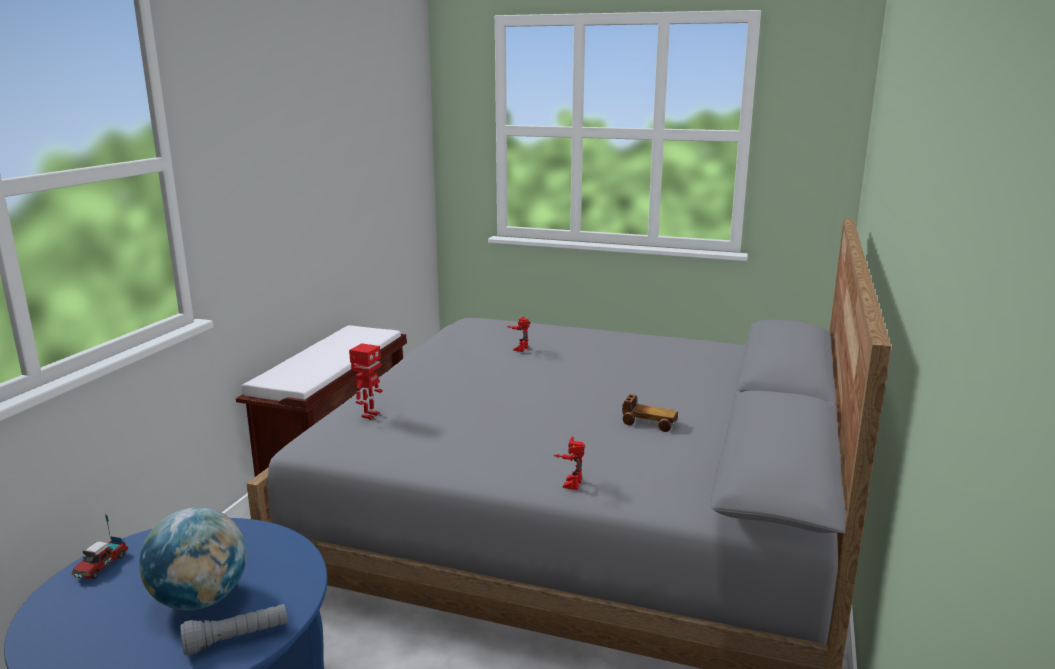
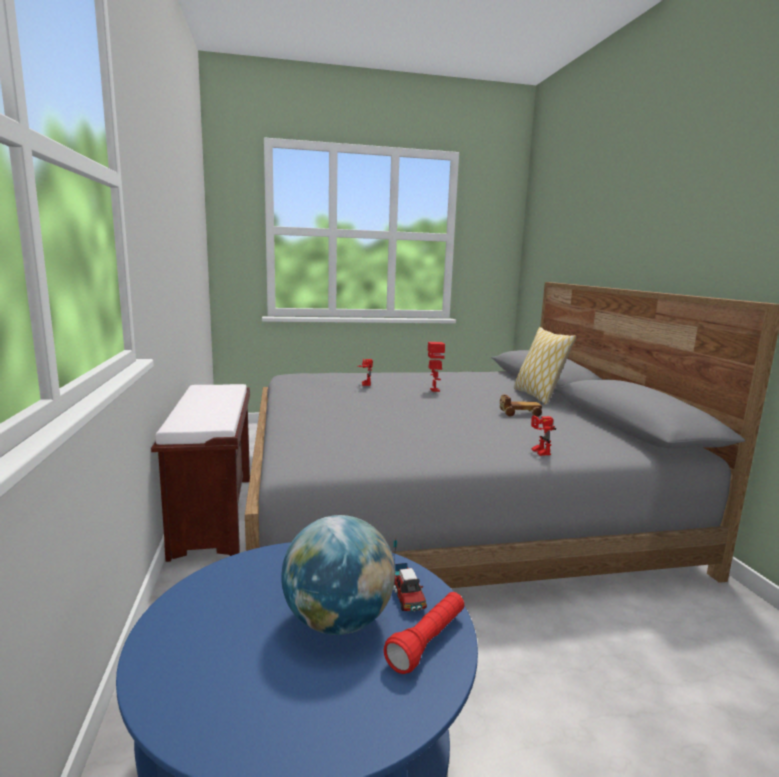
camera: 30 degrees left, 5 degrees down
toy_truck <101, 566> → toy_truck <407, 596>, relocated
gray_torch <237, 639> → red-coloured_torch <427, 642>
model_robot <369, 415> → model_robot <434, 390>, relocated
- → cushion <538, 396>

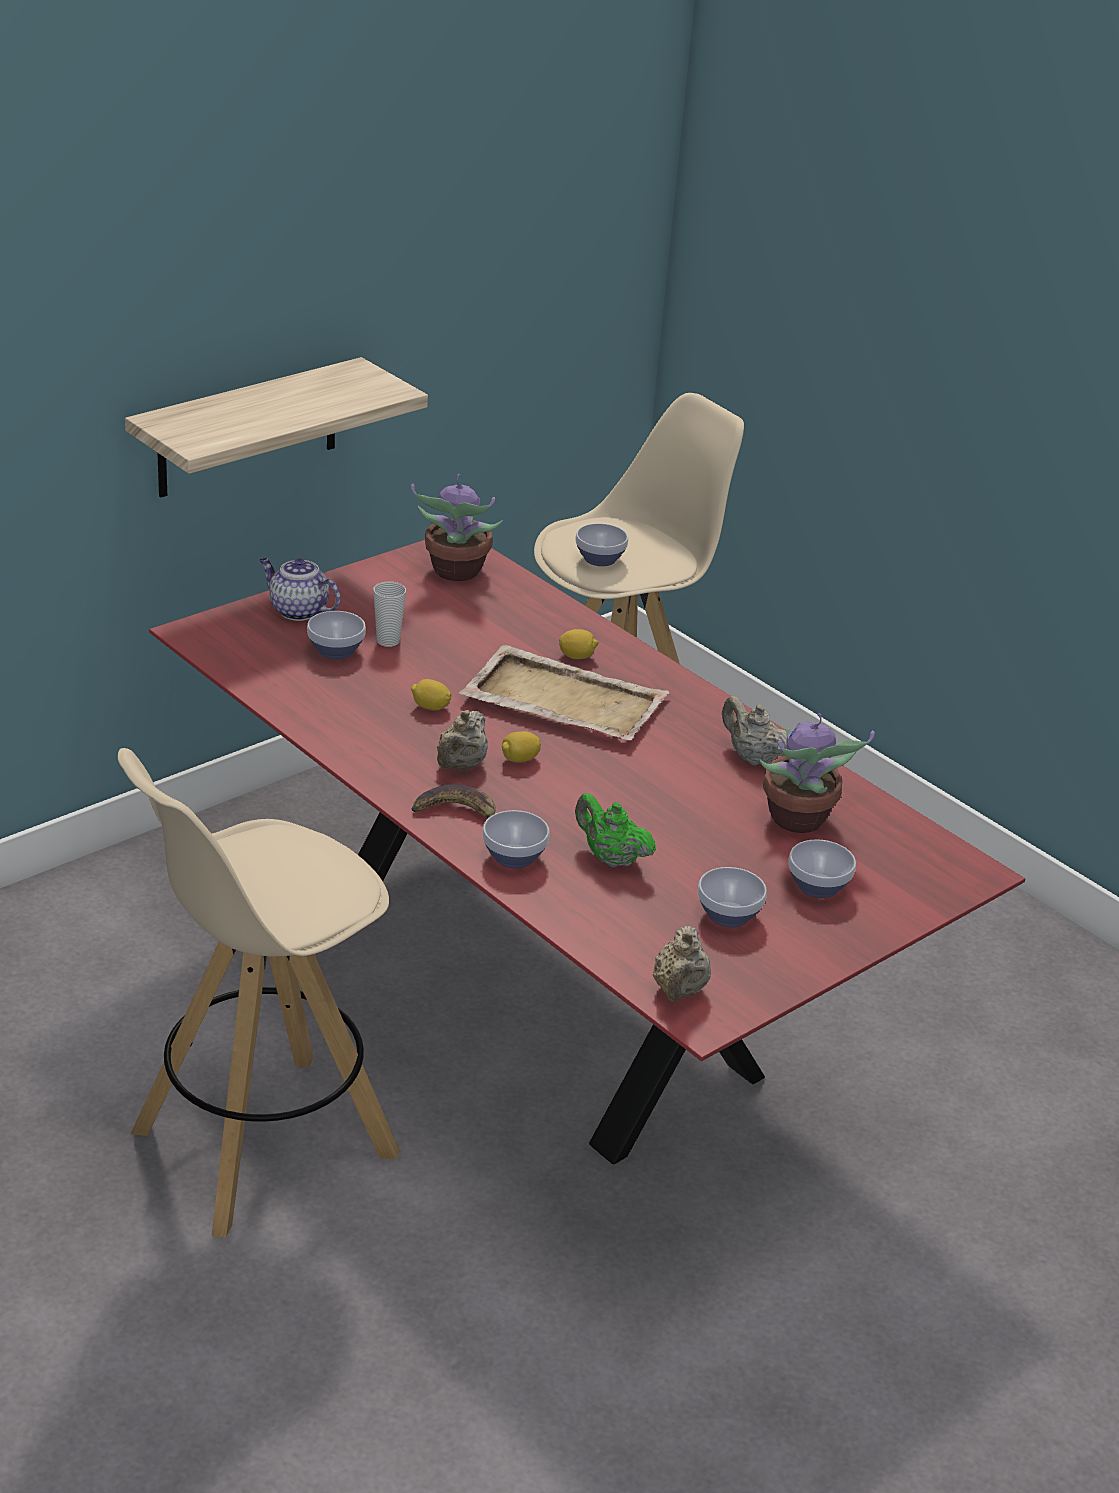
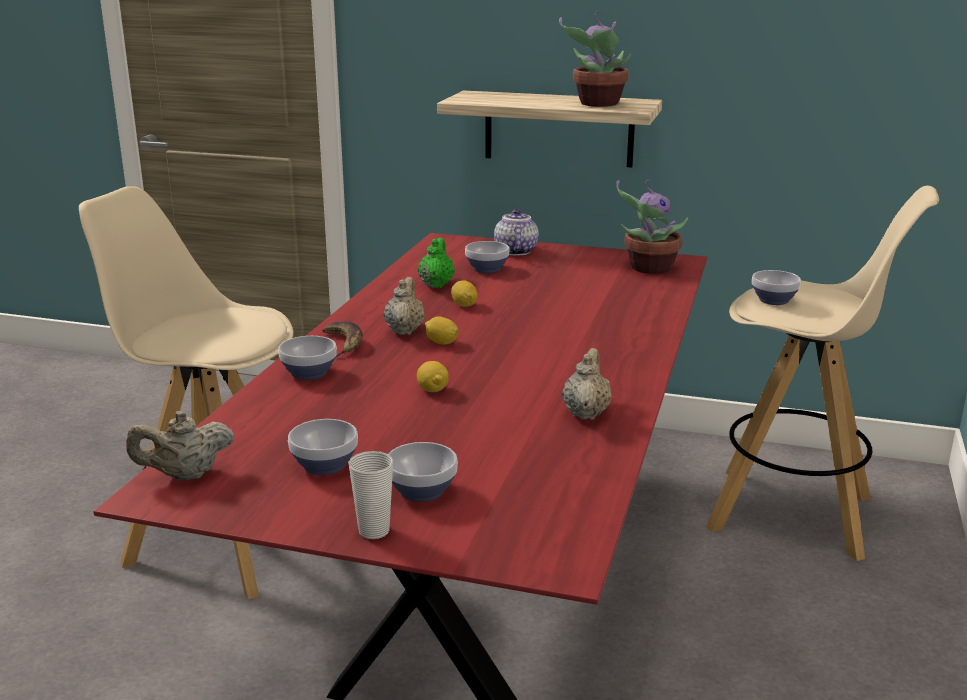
camera: 60 degrees right, 10 degrees down
small_cup <388, 641> → small_cup <374, 531>, relocated
beige-coloured_teapot <460, 766> → beige-coloured_teapot <405, 330>, 105 degrees clockwise
beige-coloured_tray <562, 700> → -
whole_lemon <577, 656> → whole_lemon <432, 390>, relocated
green_teapot <610, 858> → green_teapot <436, 284>, relocated
potted_plant <798, 820> → potted_plant <597, 104>, relocated

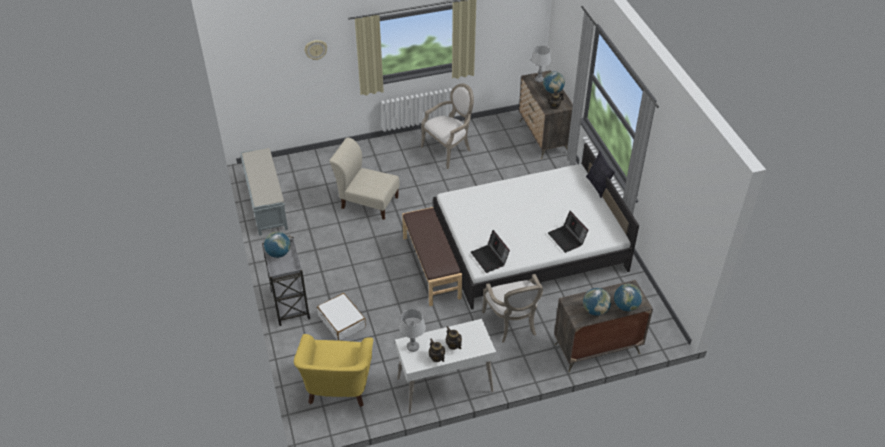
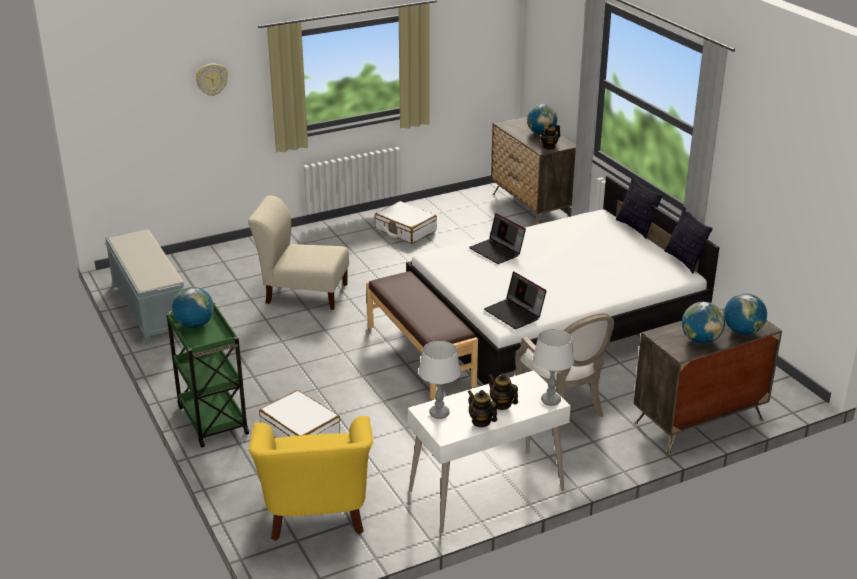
camera: 10 degrees left, 15 degrees down
gray_cart <290, 303> → green_cart <212, 419>
armchair <449, 150> → white-coloured_piece_of_luggage <405, 230>
gray_table_lamp <539, 80> → gray_table_lamp <551, 400>, relocated
laptop <567, 239> → laptop <497, 251>, relocated
- → cushion <684, 261>

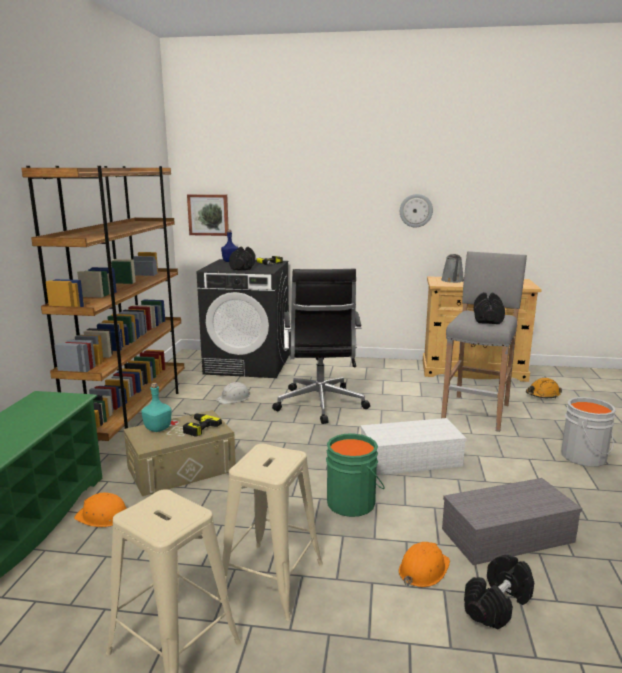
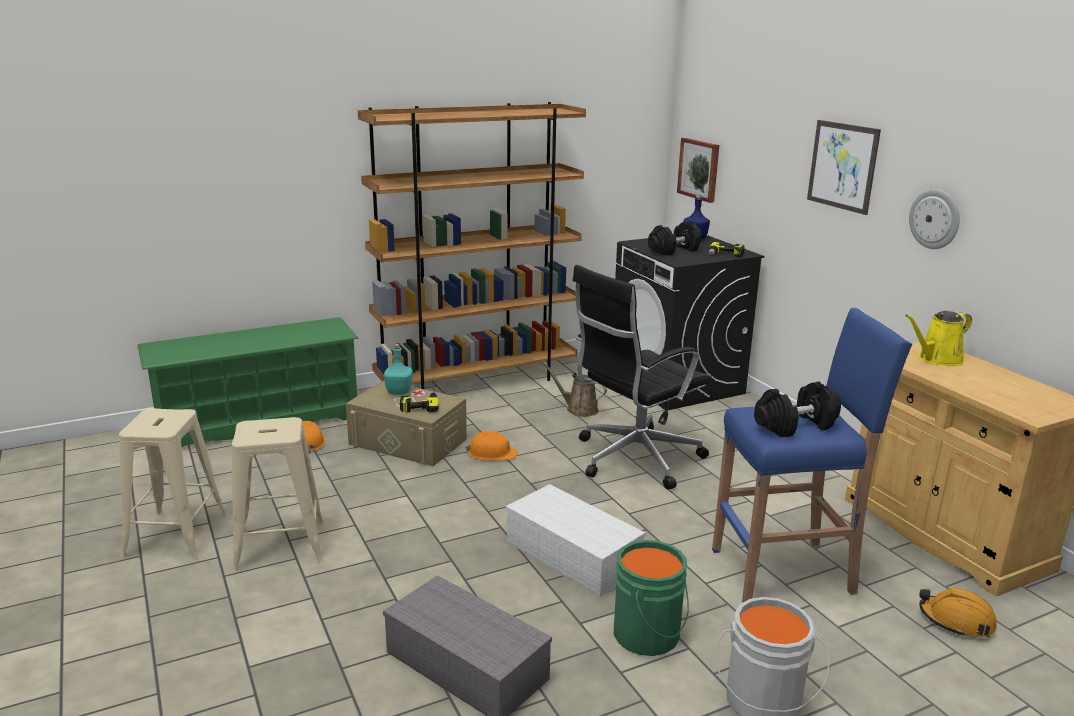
camera: 55 degrees right, 5 degrees up
white-coloured_work_helmet <234, 398> → brownish_sprinkling_can <579, 409>
green_pail <353, 502> → green_pail <649, 635>, relocated
orange-coloured_work_helmet <423, 569> → orange-coloured_work_helmet <492, 453>, relocated
gray_sitting_stool <476, 411> → blue-coloured_sitting_stool <785, 571>
gray_sprinkling_can <453, 281> → yellow-coloured_sprinkling_can <937, 359>
black-coloured_free_weight <497, 604> → -
- → picture <842, 166>

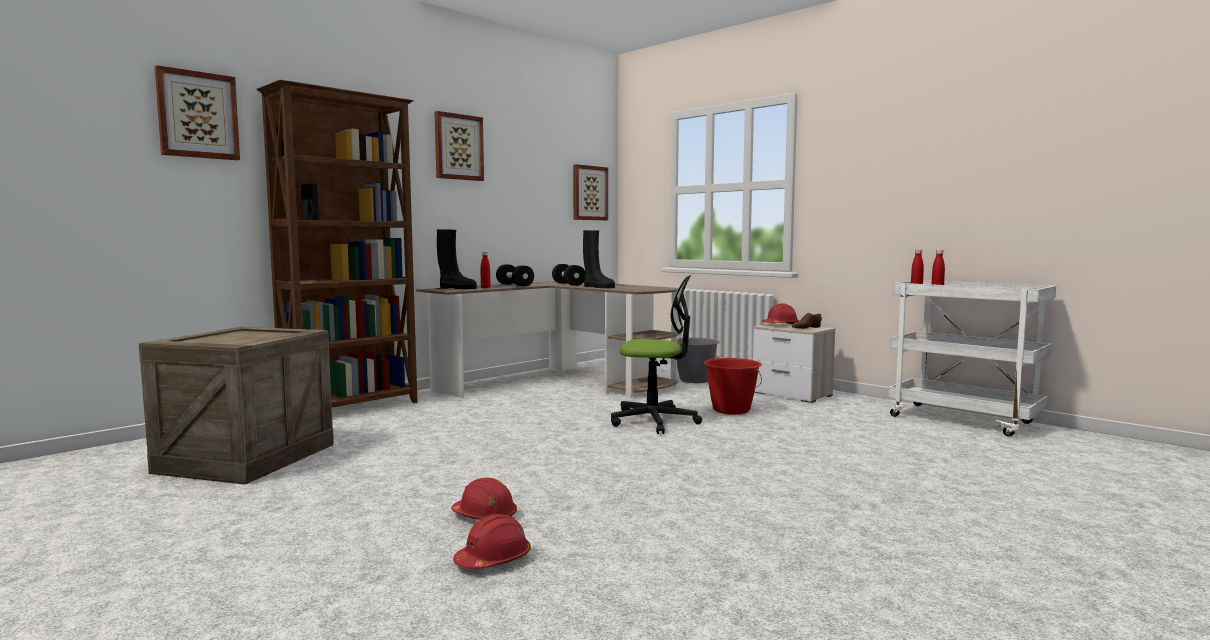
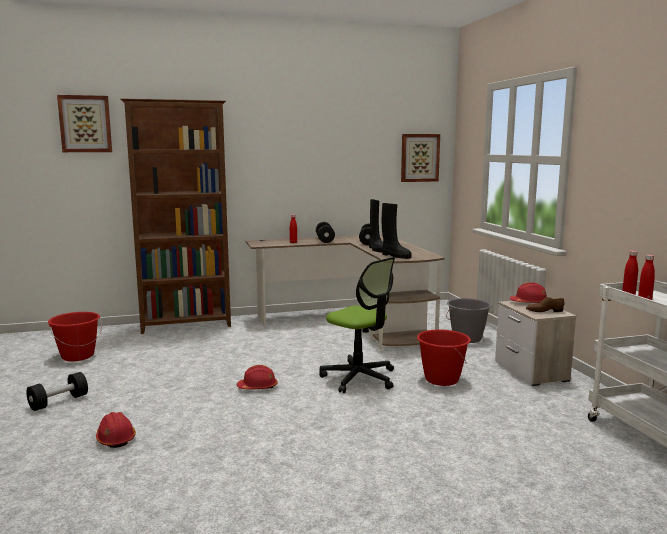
camera: 30 degrees right, 5 degrees up
shipping_crate <247, 458> → red-coloured_pail <77, 356>
picture <458, 147> → -
black-coloured_tall_boot <456, 288> → black-coloured_tall_boot <395, 256>, relocated
red-coloured_work_helmet <493, 560> → red-coloured_work_helmet <258, 387>, relocated
- → black-coloured_free_weight <59, 402>

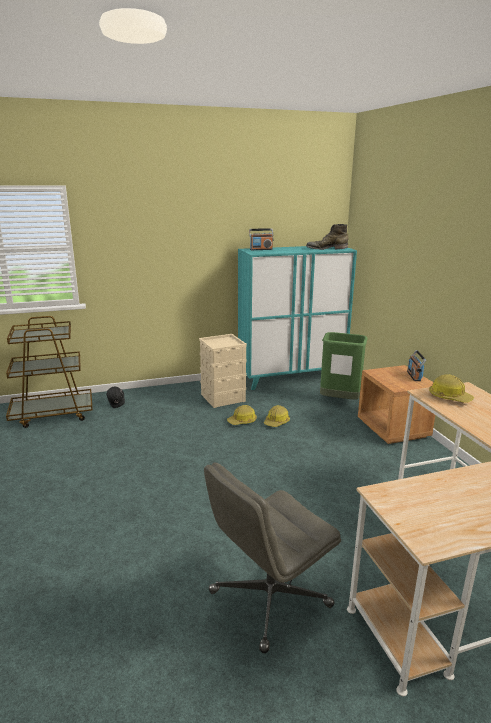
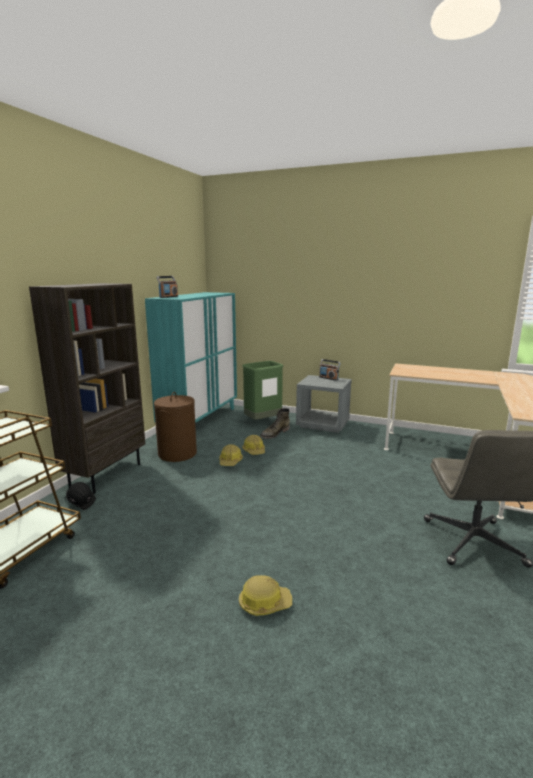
camera: 50 degrees left, 5 degrees down
beige-coloured_storage_bin <223, 397> → brownish_laundry_basket <177, 453>
green_tall_boot <326, 248> → green_tall_boot <274, 433>, relocated
brownish_night_table <393, 429> → gray_night_table <323, 424>
work_helmet <449, 397> → work_helmet <264, 603>, relocated
- → brownish_bookshelf <106, 474>

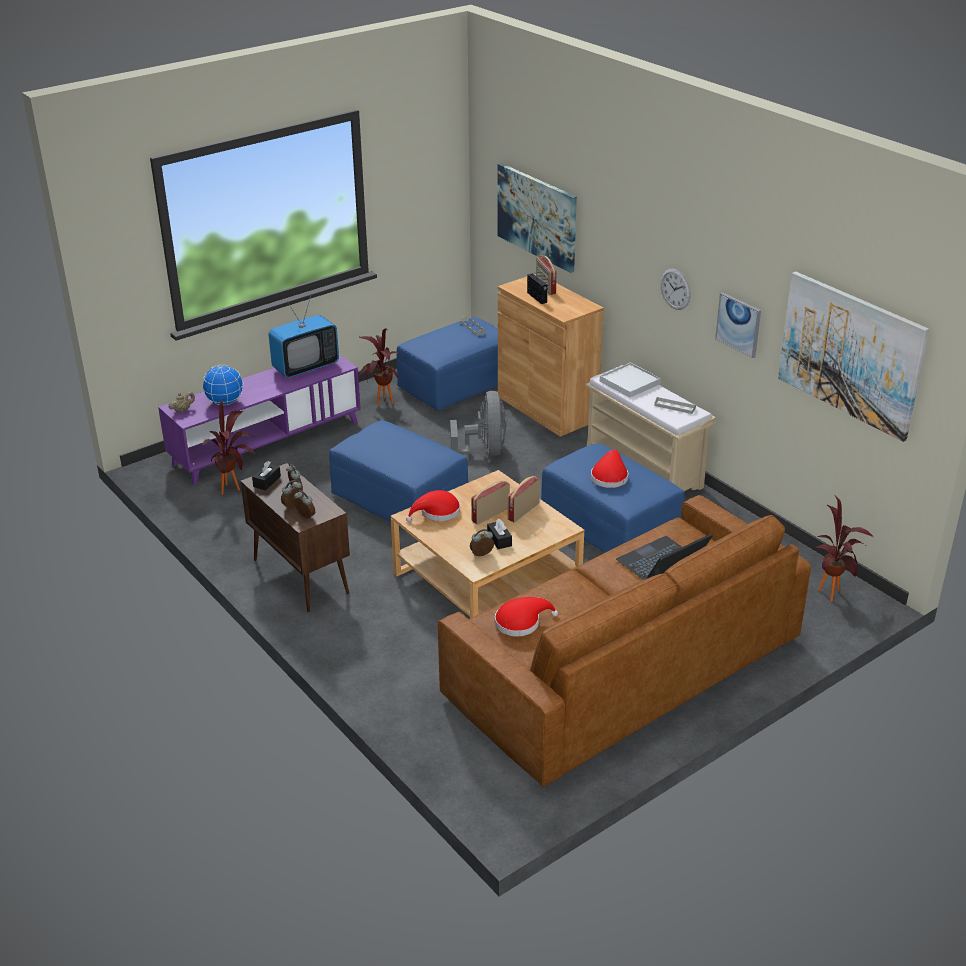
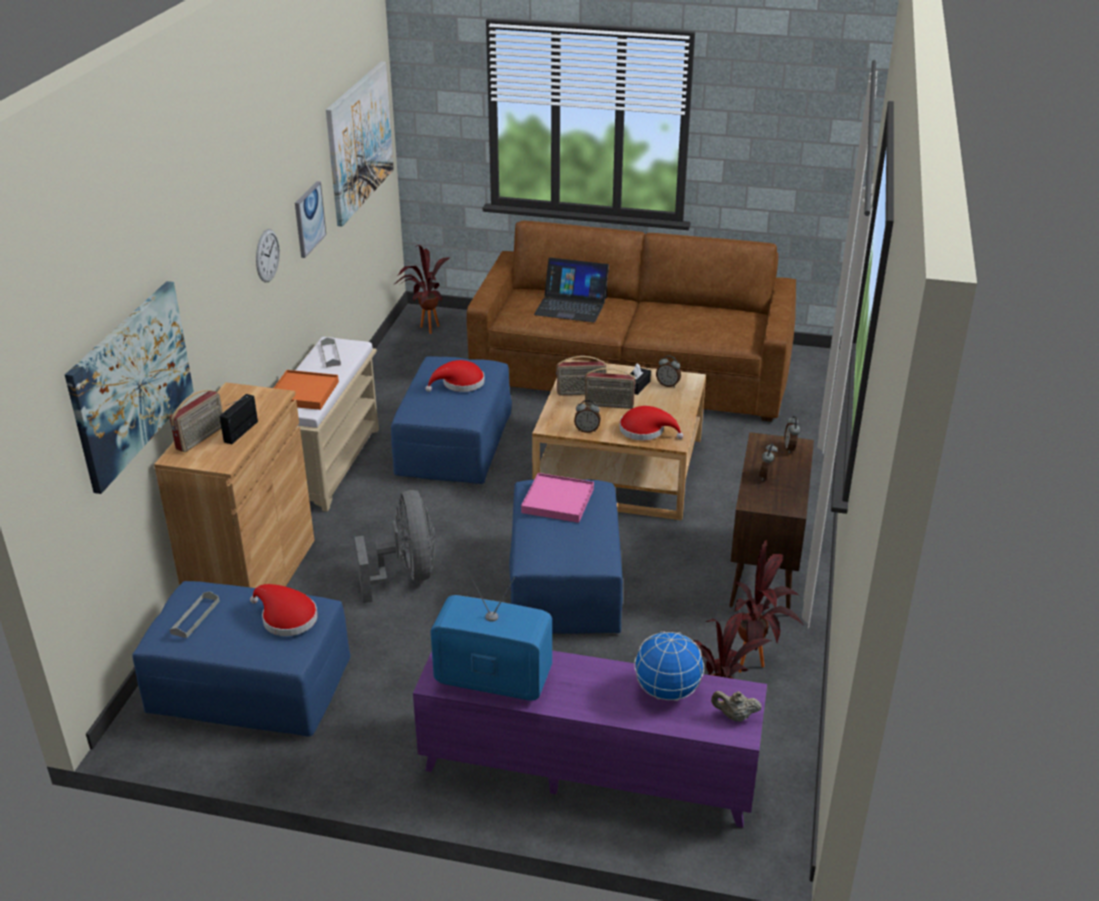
camera: 130 degrees left, 0 degrees up
black-coloured_box_of_tissues <267, 481> → -
table_clock <293, 506> → table_clock <587, 430>, relocated
potted_plant <381, 404> → potted_plant <756, 664>, relocated
gray_fan <484, 452> → gray_fan <406, 575>, 120 degrees clockwise
red-coloured_hat <521, 622> → red-coloured_hat <286, 618>, relocated
white-coloured_tray <630, 382> → orange-coloured_tray <303, 393>
- → pink_tray <558, 501>

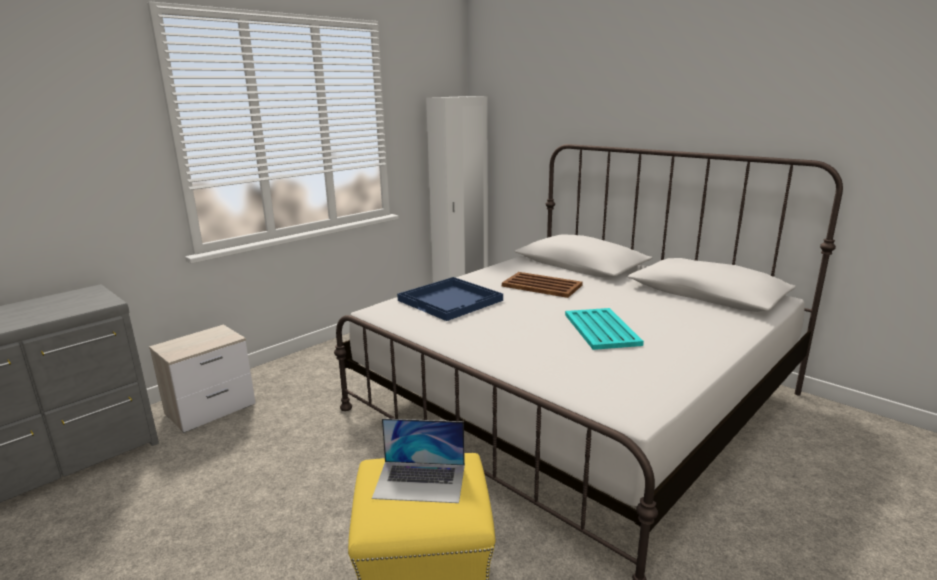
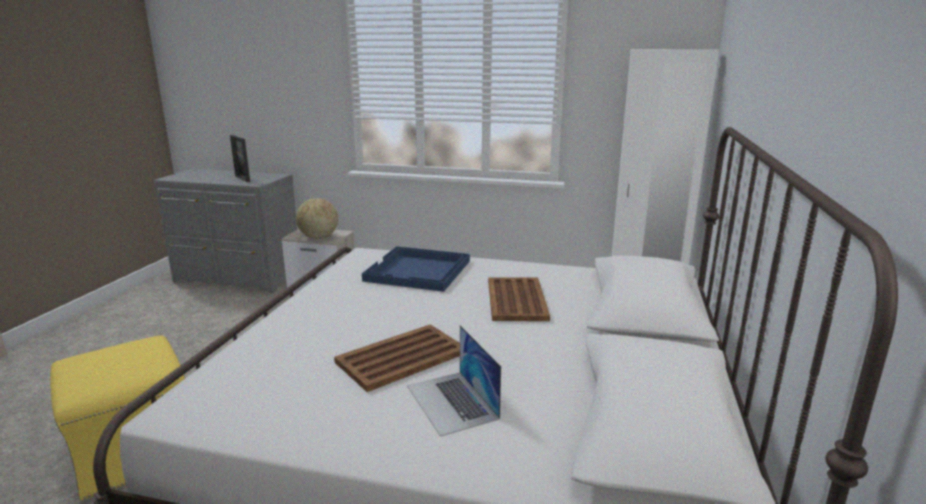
camera: 60 degrees right, 0 degrees up
laptop <420, 481> → laptop <451, 402>, relocated
turquoise-coloured_tray <601, 329> → brownish_tray <400, 358>
- → standing_frame <242, 179>
- → globe <318, 237>

